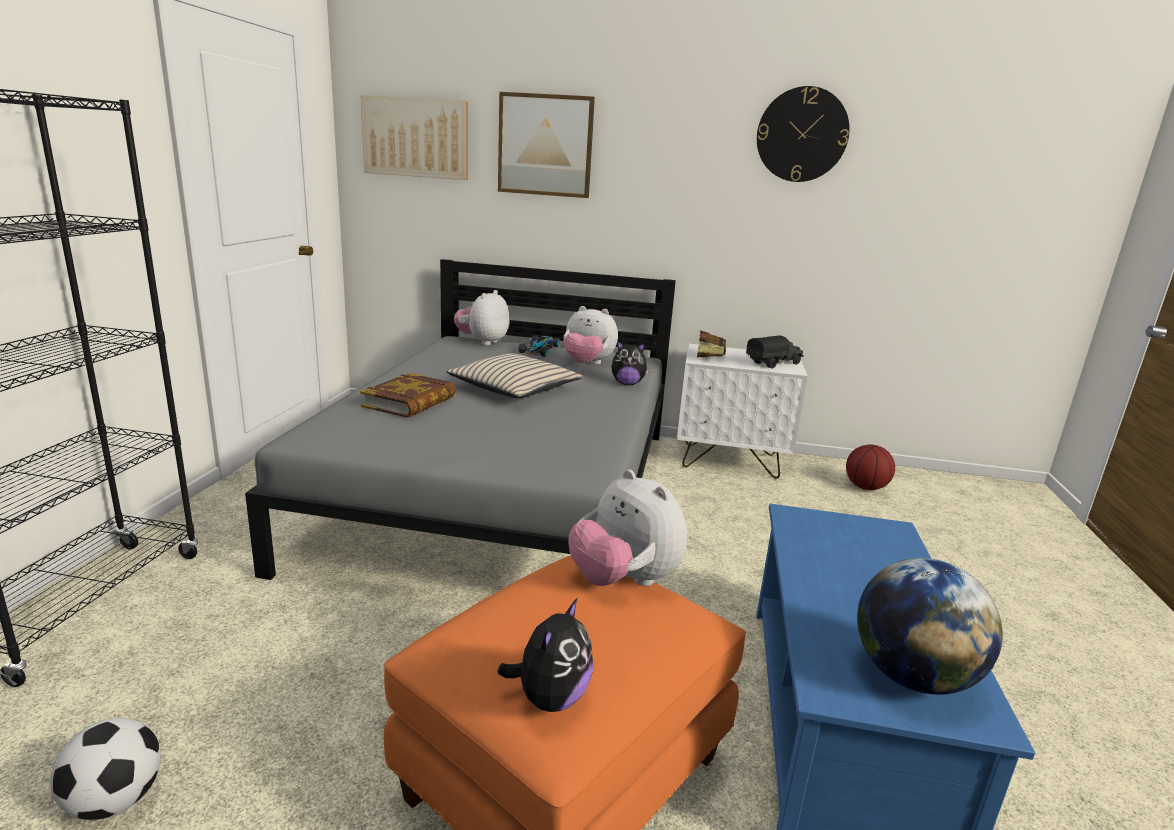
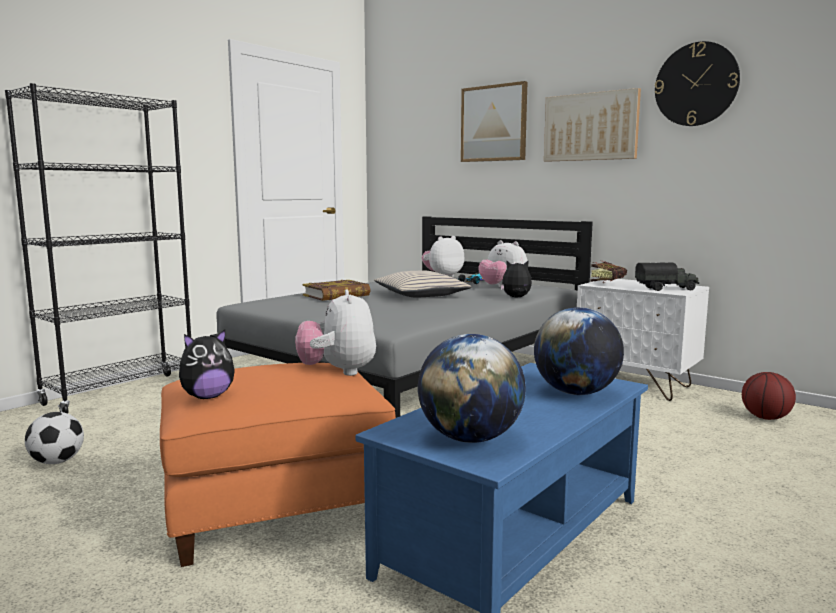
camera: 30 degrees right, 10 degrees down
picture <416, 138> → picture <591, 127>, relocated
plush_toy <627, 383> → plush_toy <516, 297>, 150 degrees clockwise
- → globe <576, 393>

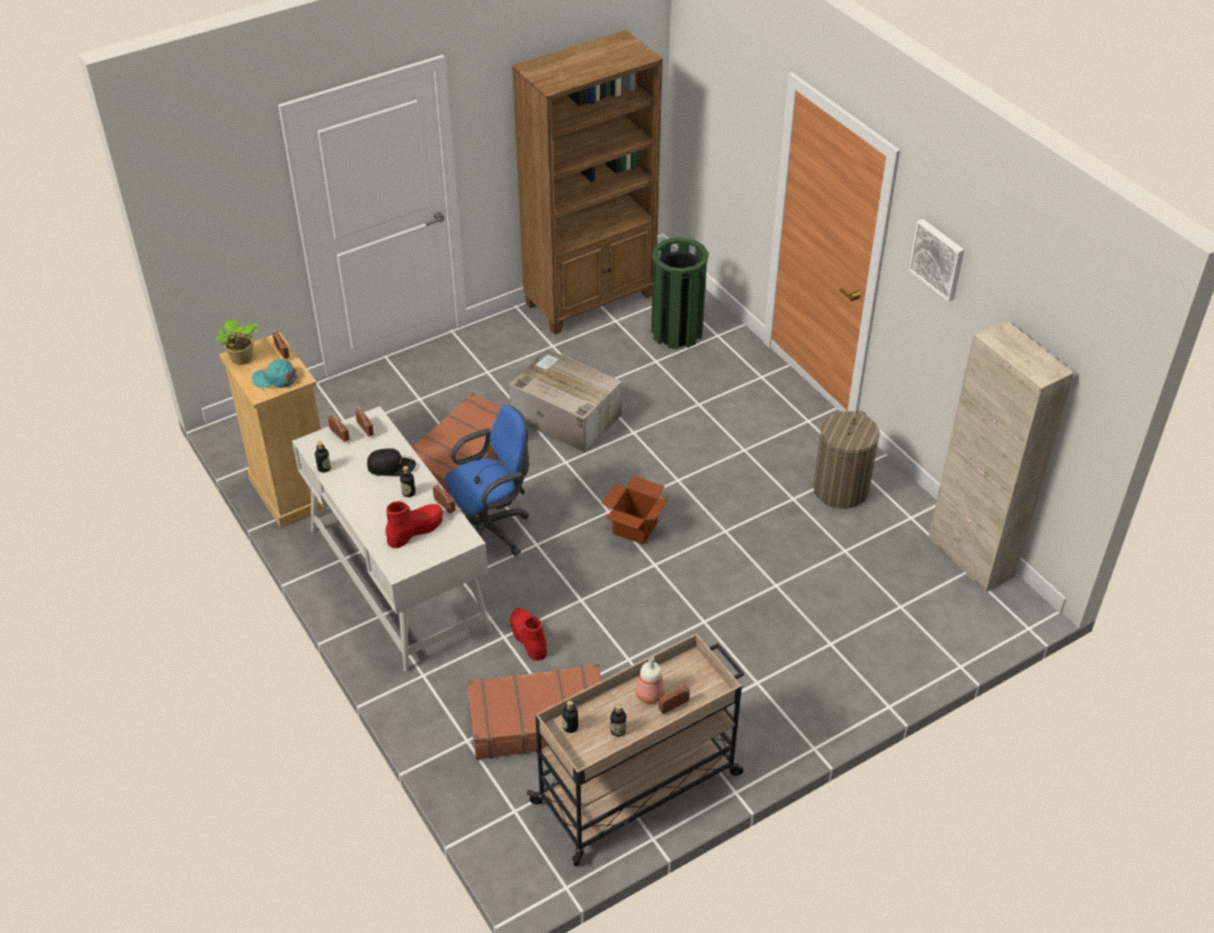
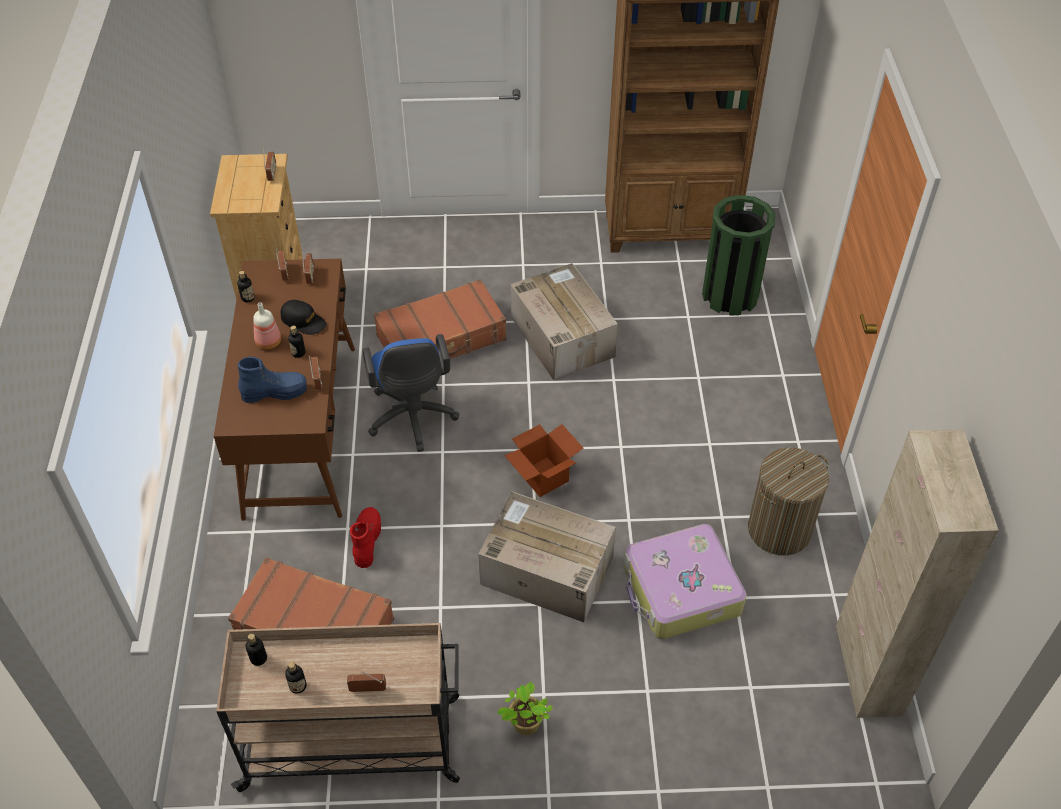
camera: 30 degrees right, 5 degrees up
potted_plant <241, 359> → potted_plant <525, 725>, relocated
turquoise-coloured_cap <275, 378> → -
white-coloured_desk_table <398, 578> → brownish_desk_table <301, 428>
red-coloured_tall_boot <415, 530> → blue-coloured_tall_boot <275, 392>
blue-coloured_desk_chair <491, 531> → blue-coloured_desk_chair <412, 420>, 75 degrees clockwise
drink_bottle <649, 695> → drink_bottle <267, 342>, relocated
picture <938, 259> → -
- → cardboard_box <545, 571>
- → piece_of_luggage <680, 591>

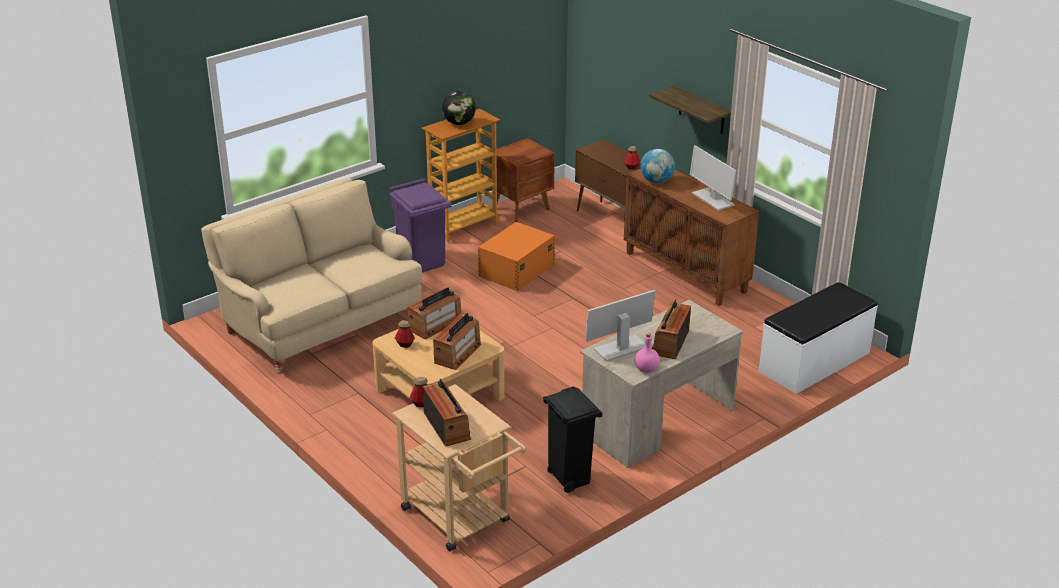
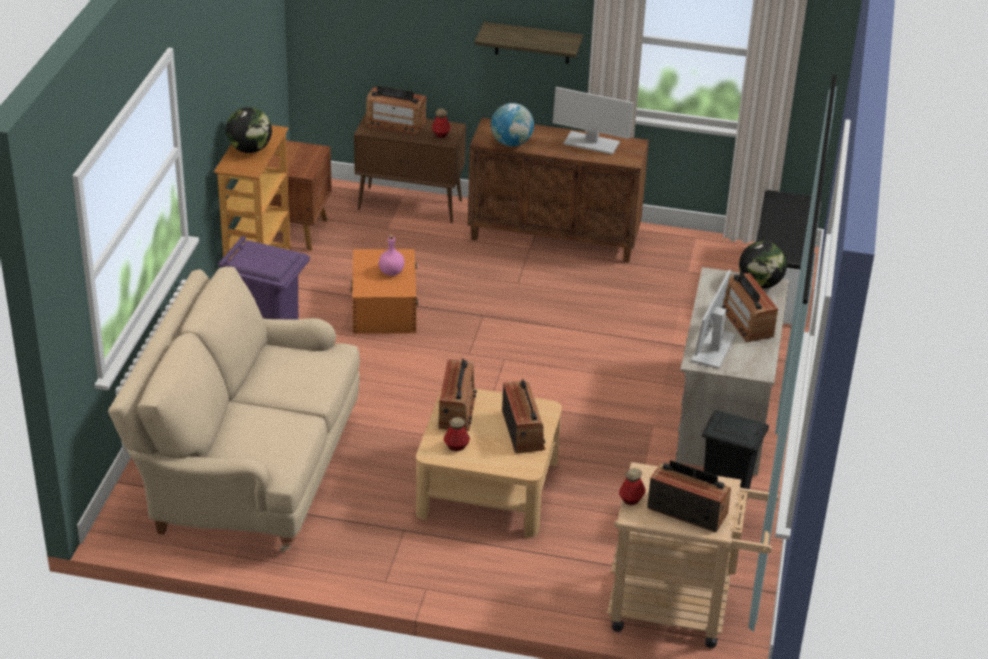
camera: 40 degrees left, 5 degrees up
pink_drink_bottle <646, 369> → pink_drink_bottle <391, 272>, relocated
- → radio <395, 123>
- → globe <760, 284>

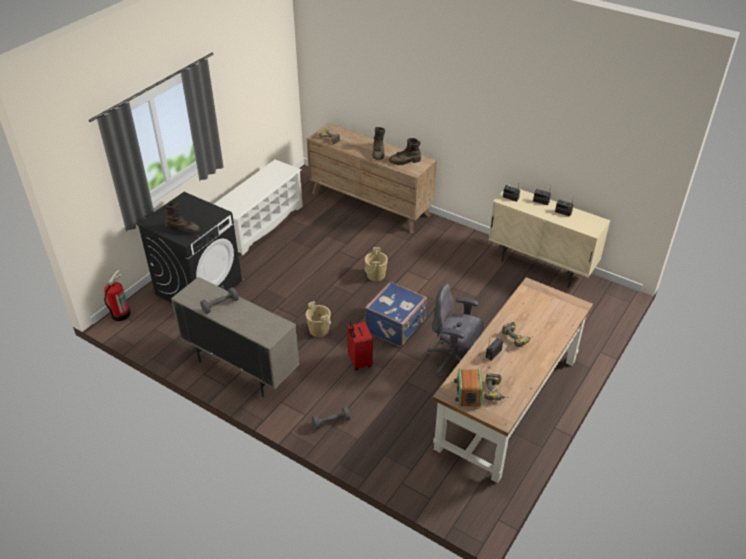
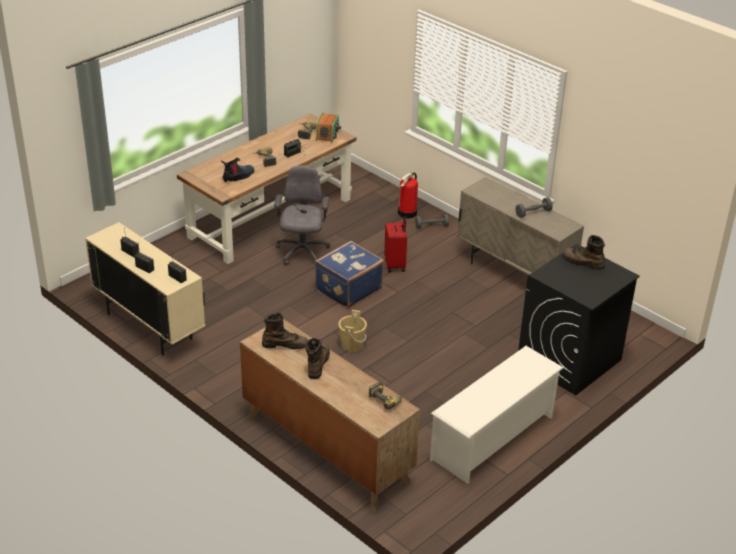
camera: 170 degrees left, 5 degrees down
fire_extinguisher <120, 314> → fire_extinguisher <407, 213>, relocated
beige-coloured_pail <319, 330> → -
gray_desk_chair <454, 361> → gray_desk_chair <302, 252>, 120 degrees counterclockwise
- → tall_boot <238, 176>

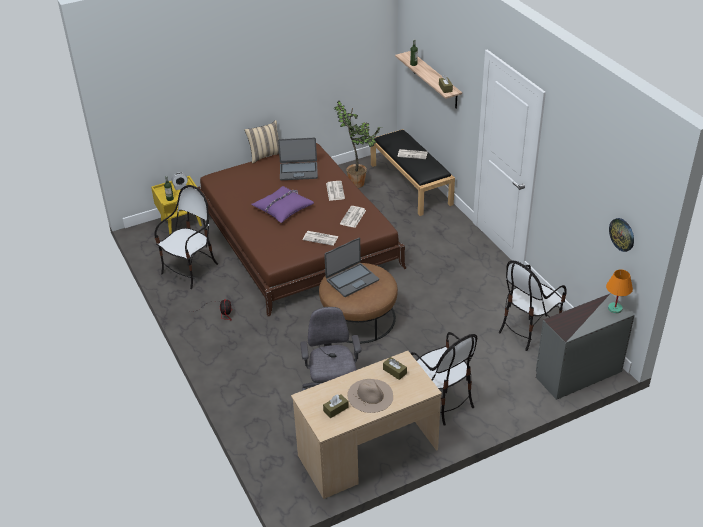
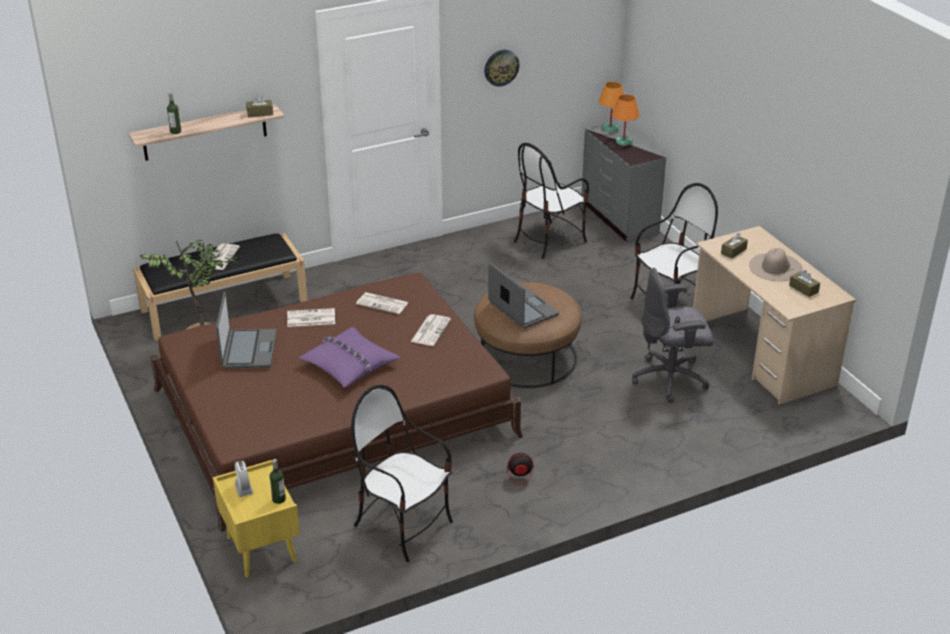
camera: 90 degrees left, 5 degrees down
beige-coloured_cushion <265, 155> → -
upright_chair <528, 329> → upright_chair <549, 240>, 90 degrees clockwise
clock_on_the_wall <622, 234> → clock_on_the_wall <501, 67>, relocated
- → orange-coloured_table_lamp <623, 142>

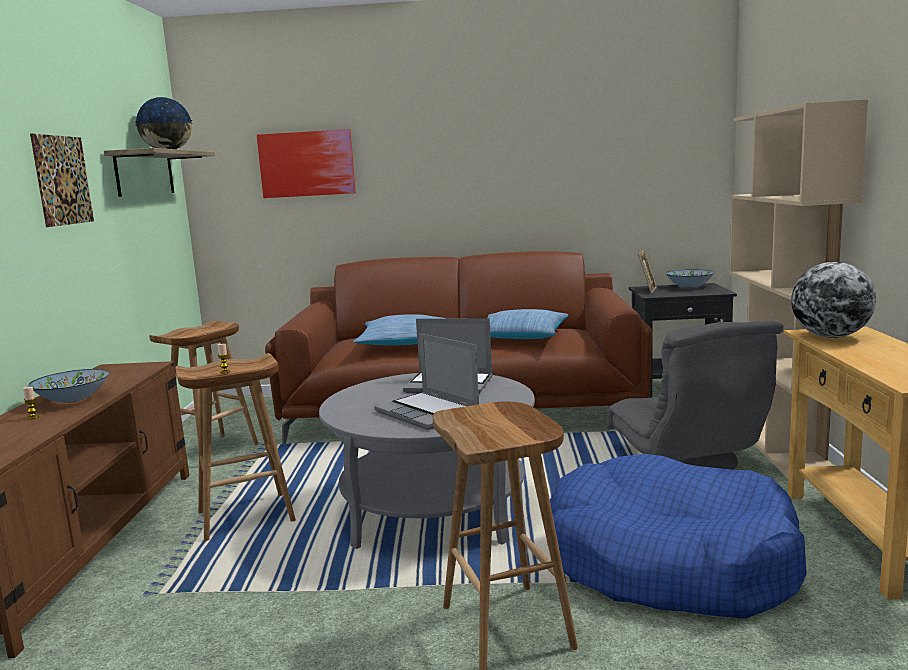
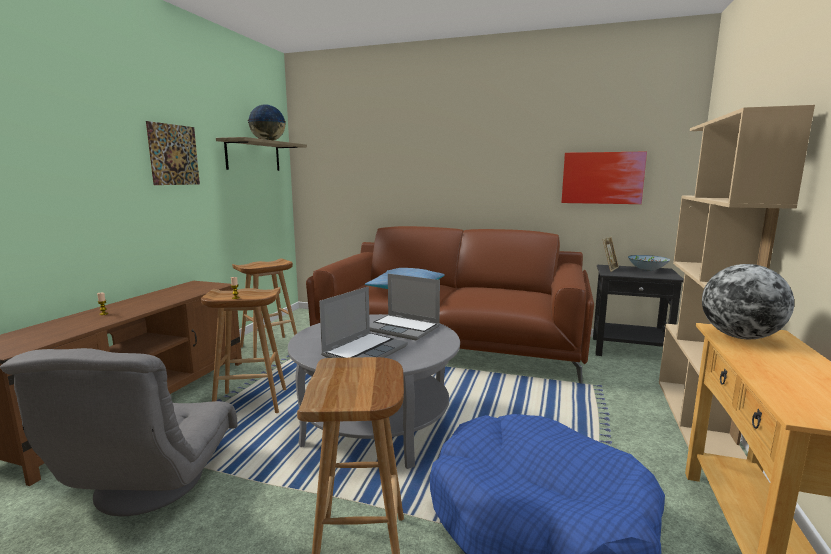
camera: 15 degrees right, 0 degrees up
bowl <73, 400> → -
picture <307, 164> → picture <602, 178>, relocated
laptop <429, 412> → laptop <365, 351>, 120 degrees counterclockwise
cushion <520, 336> → -
gray_armchair <688, 462> → gray_armchair <148, 484>, relocated

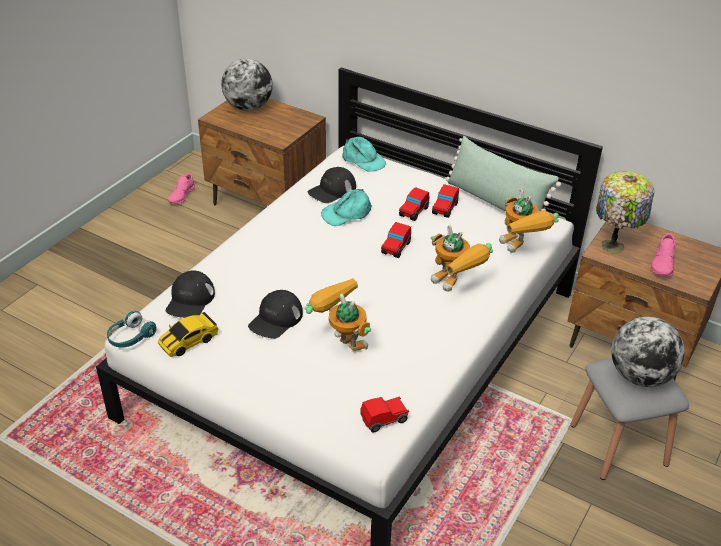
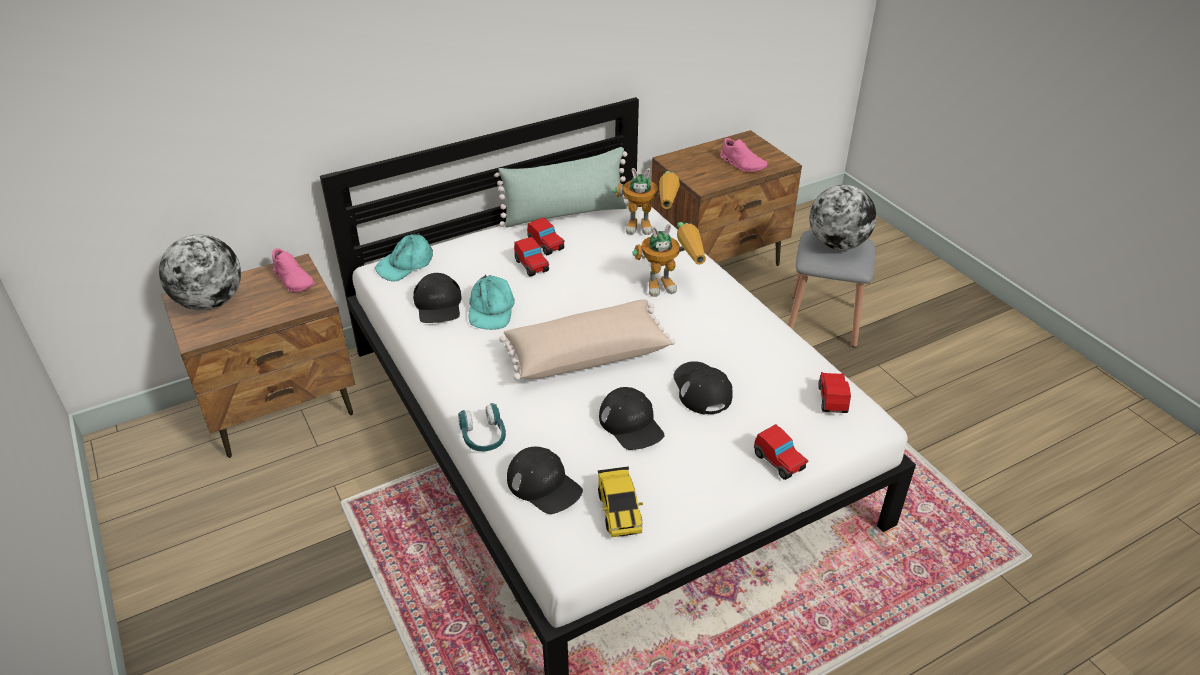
camera: 60 degrees left, 0 degrees up
turquoise-coloured_headphones <130, 337> → turquoise-coloured_headphones <483, 437>, relocated
pink_low_shoe <182, 196> → pink_low_shoe <294, 280>, relocated
model_robot <340, 342> → black-coloured_cap <701, 389>
turquoise-coloured_cap <363, 160> → turquoise-coloured_cap <406, 264>, 150 degrees clockwise
miniature_car <396, 248> → miniature_car <779, 462>, relocated
table_lamp <614, 246> → -
- → beige-coloured_cushion <586, 354>

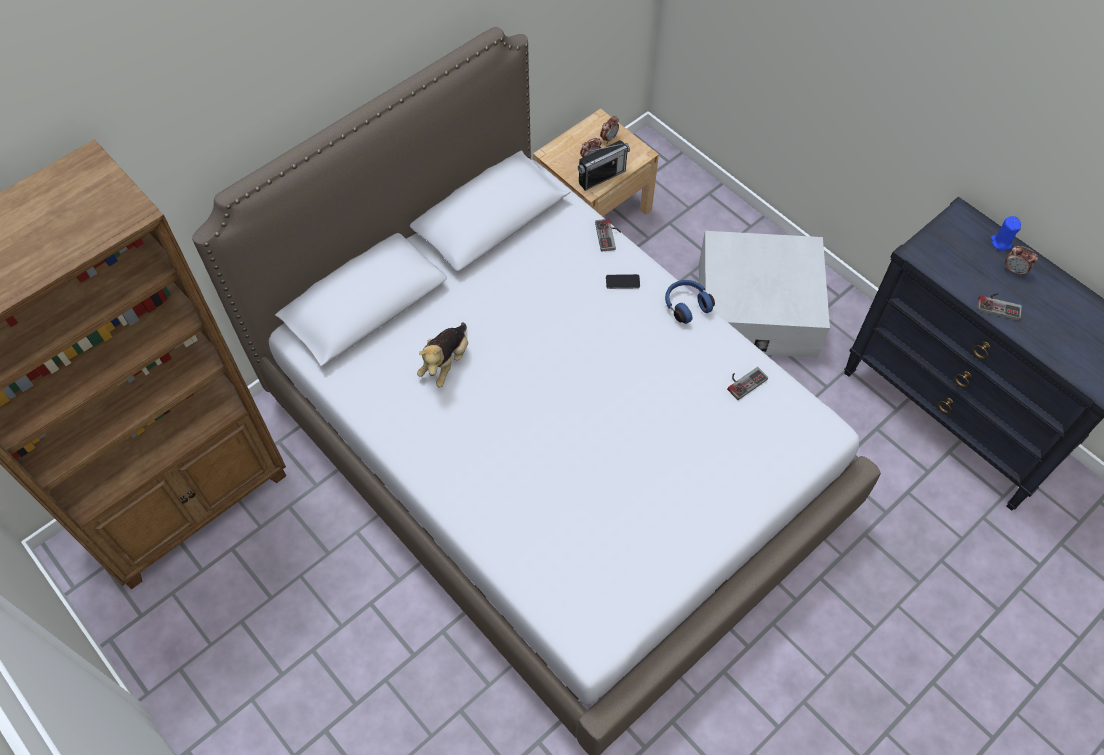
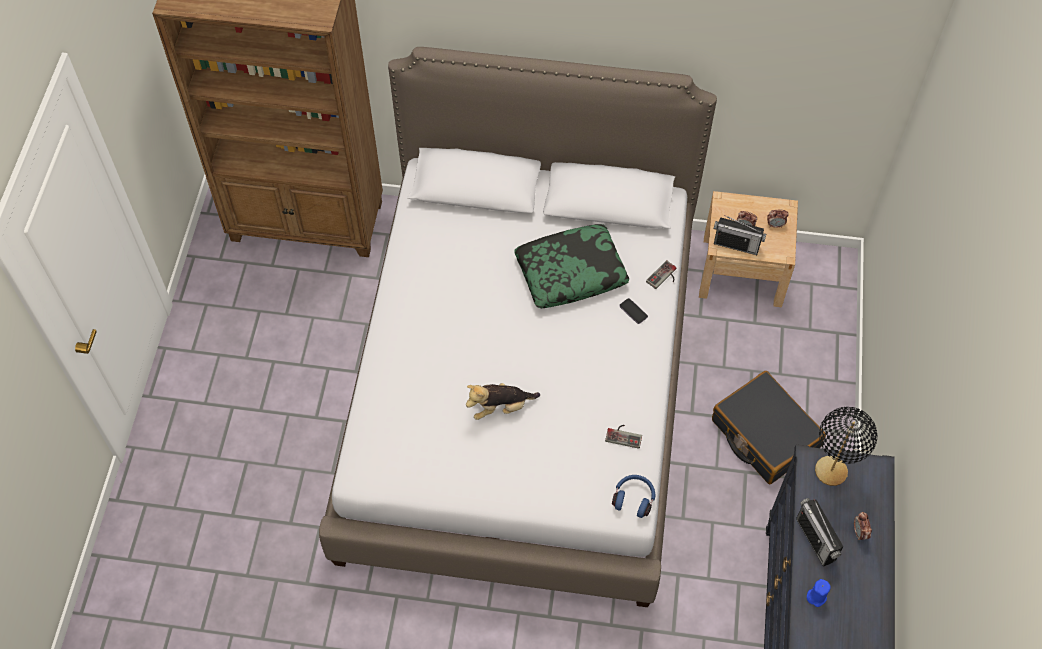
camera: 50 degrees right, 0 degrees up
plush_toy <446, 362> → plush_toy <500, 407>, relocated
blue-coloured_headphones <686, 305> → blue-coloured_headphones <634, 498>, relocated
white-coloured_storage_bin <756, 309> → black-coloured_piece_of_luggage <764, 434>
joypad <999, 305> → radio <815, 540>
blue-coloured_candle <1001, 242> → blue-coloured_candle <816, 596>, relocated
- → cushion <571, 272>
- → black-coloured_table_lamp <830, 471>

